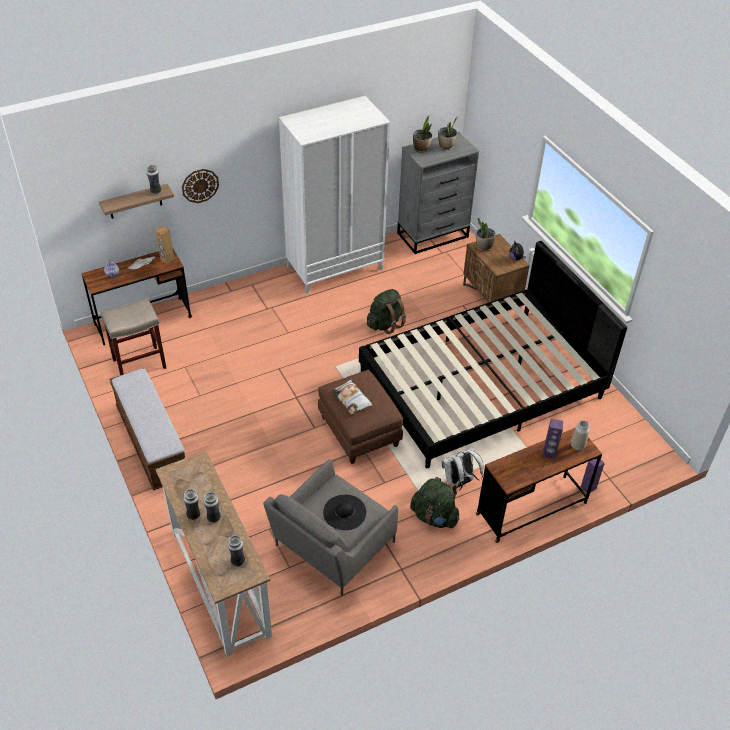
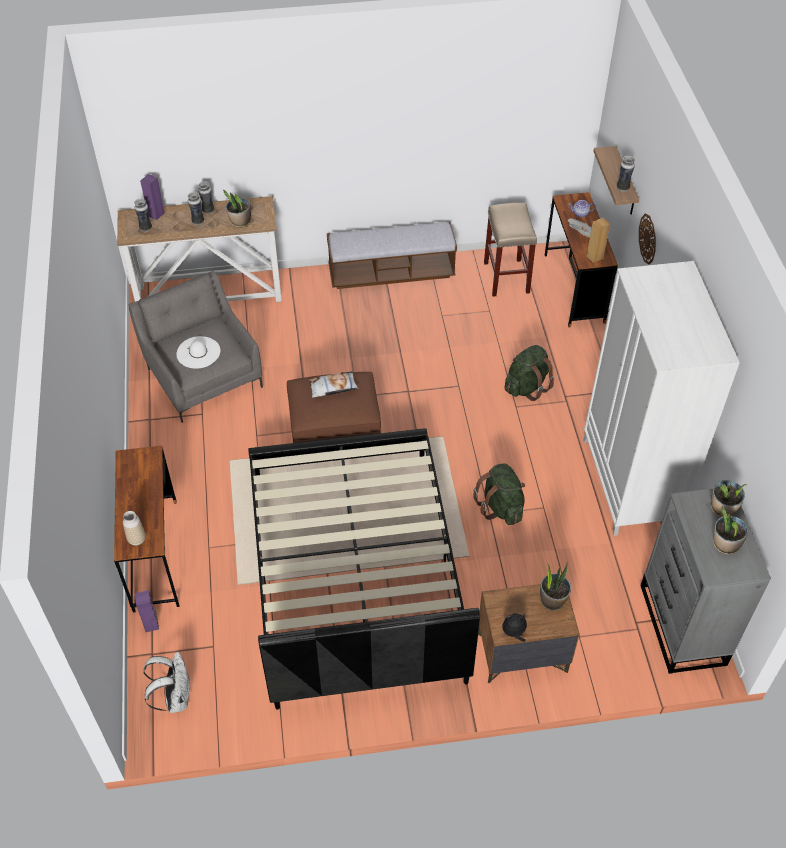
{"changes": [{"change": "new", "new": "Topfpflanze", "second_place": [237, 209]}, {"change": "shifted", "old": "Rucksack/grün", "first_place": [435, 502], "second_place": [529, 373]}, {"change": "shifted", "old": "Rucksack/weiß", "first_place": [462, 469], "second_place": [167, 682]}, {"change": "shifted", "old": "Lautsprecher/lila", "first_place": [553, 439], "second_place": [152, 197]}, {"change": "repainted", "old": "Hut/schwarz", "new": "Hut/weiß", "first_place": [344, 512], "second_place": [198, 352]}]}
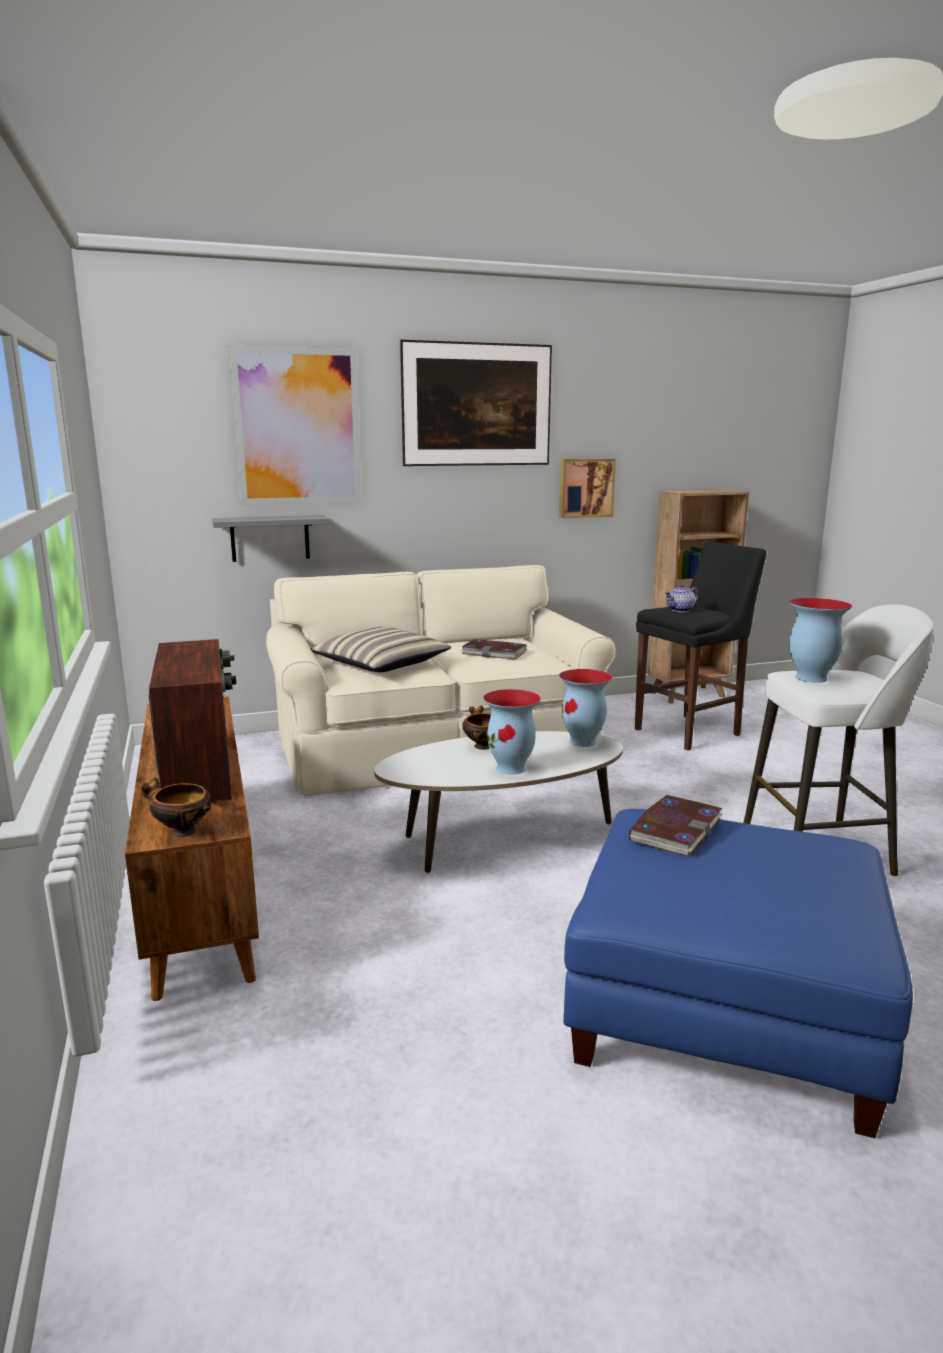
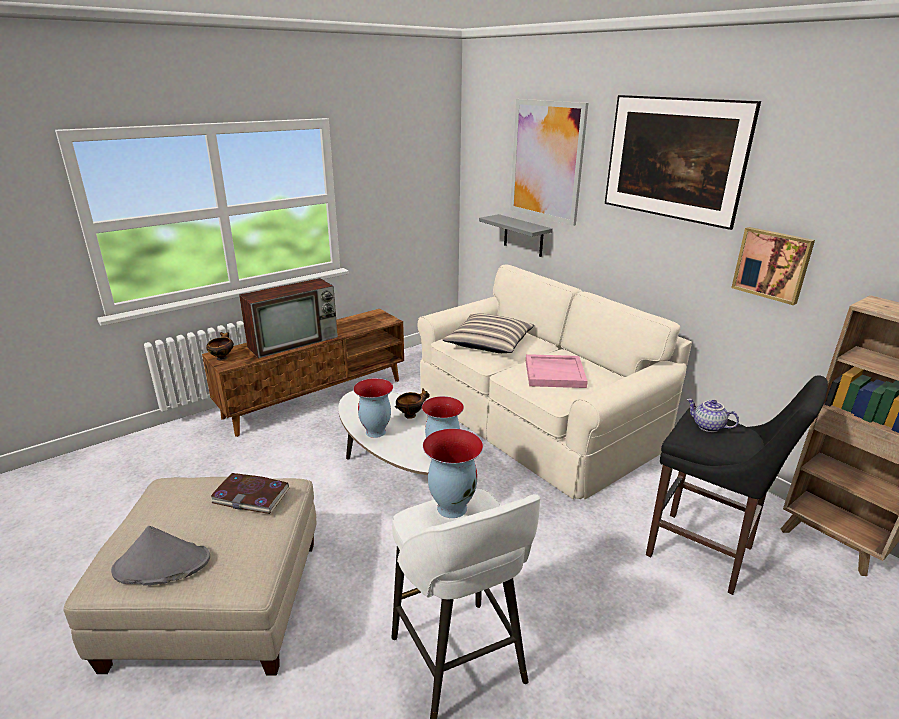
{"changes": [{"change": "new", "new": "Hut/grau", "second_place": [160, 555]}, {"change": "swapped", "old": "Buch", "new": "Tablett/rosa", "first_place": [494, 649], "second_place": [557, 371]}, {"change": "repainted", "old": "Polsterhocker/blau", "new": "Polsterhocker/beige", "first_place": [738, 973], "second_place": [190, 576]}]}
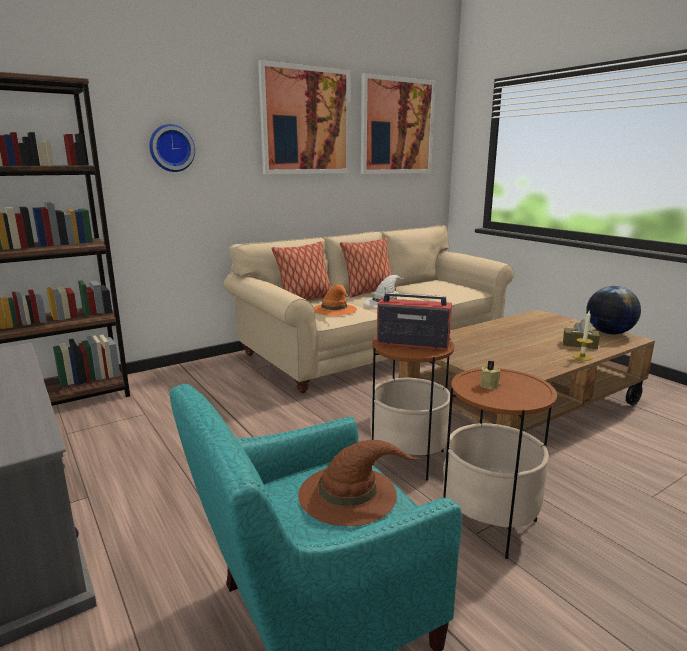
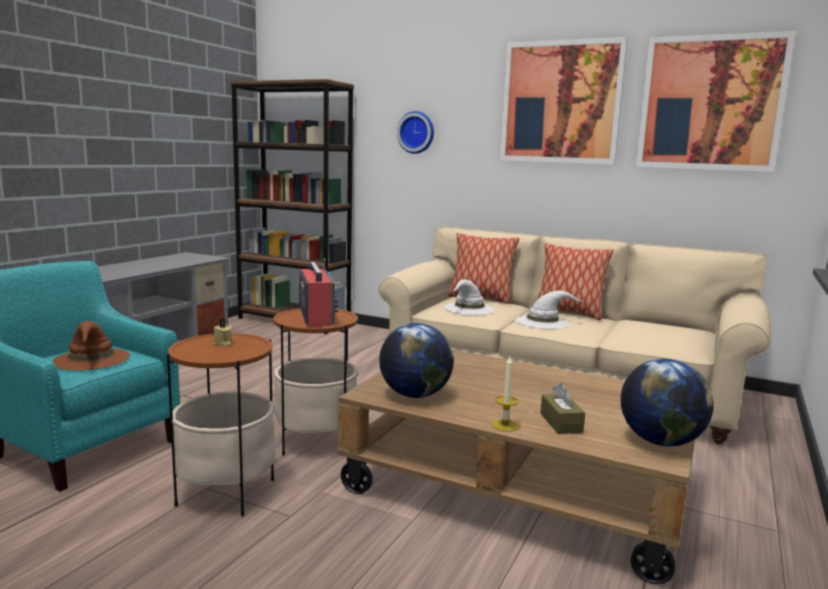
{"changes": [{"change": "new", "new": "Globus", "second_place": [416, 360]}, {"change": "repainted", "old": "Hut/orange", "new": "Hut/weiß", "first_place": [335, 300], "second_place": [469, 297]}]}
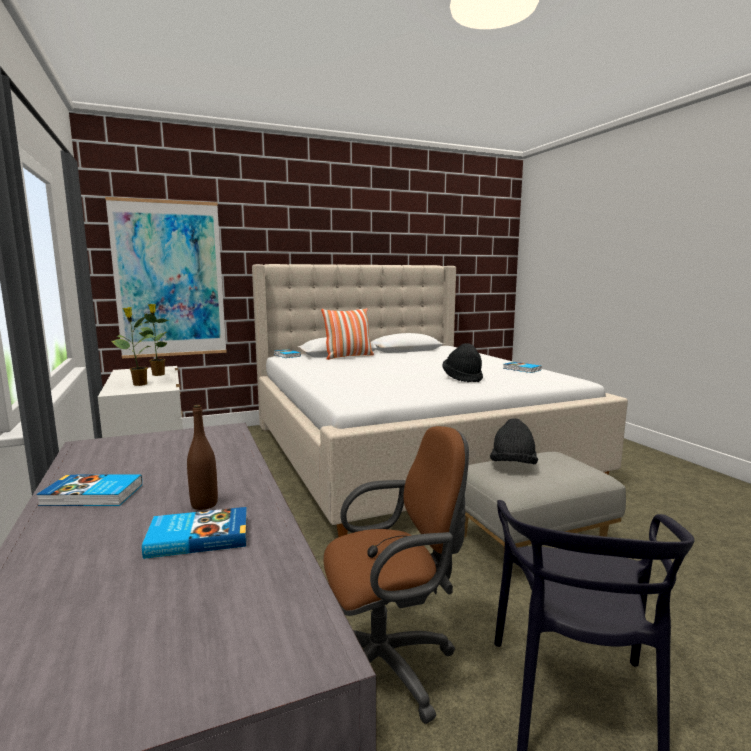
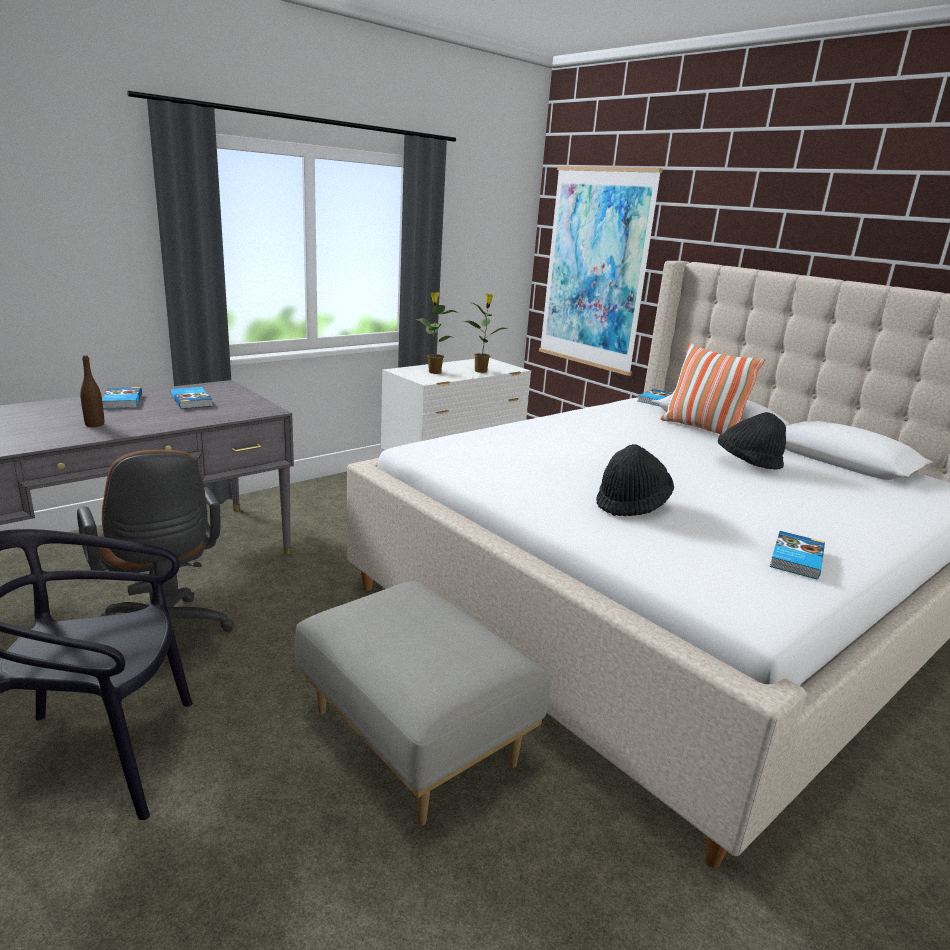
{"changes": [{"change": "shifted", "old": "Buch", "first_place": [194, 533], "second_place": [191, 398]}, {"change": "shifted", "old": "Hut/schwarz", "first_place": [514, 441], "second_place": [752, 441]}]}
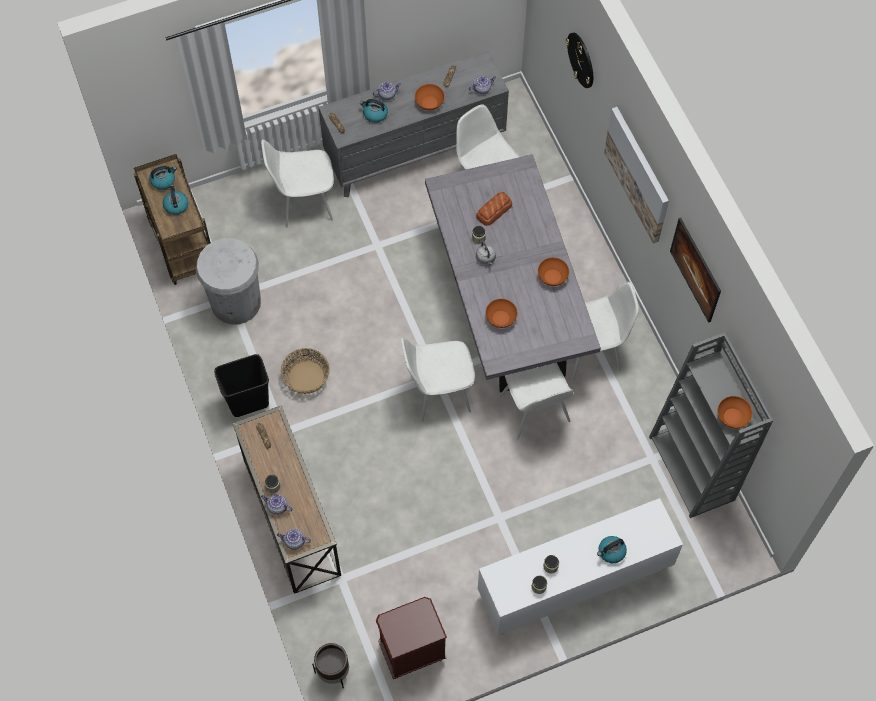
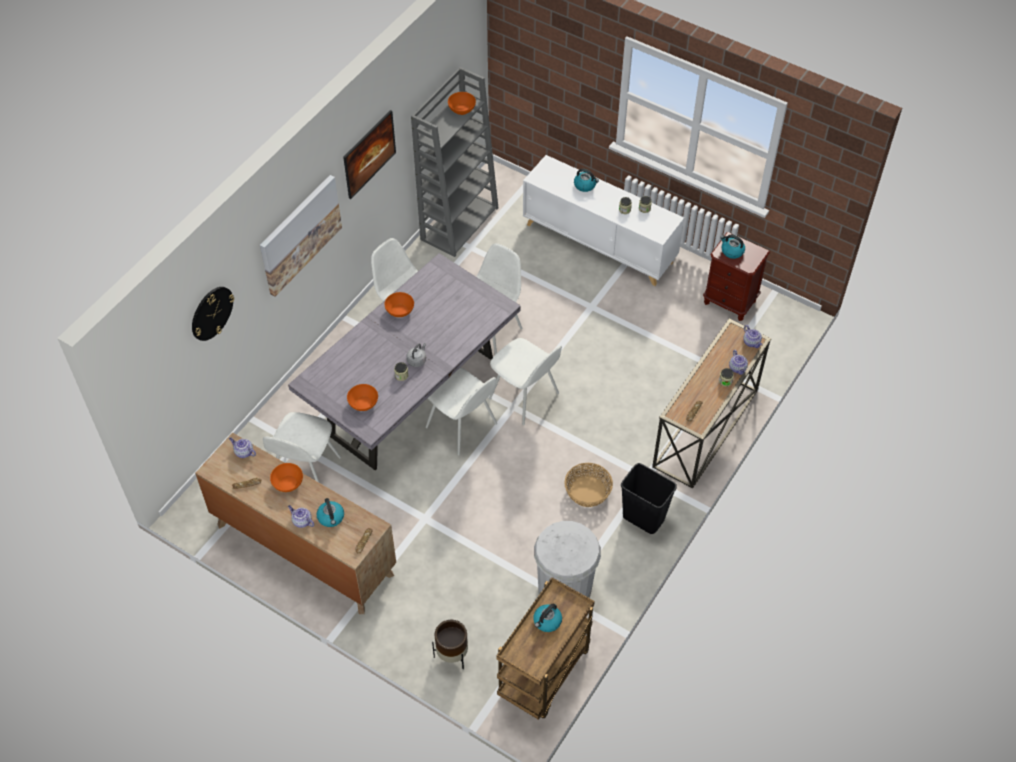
{"changes": [{"change": "gone", "old": "Brot", "first_place": [494, 209]}, {"change": "shifted", "old": "Wasserkessel", "first_place": [163, 178], "second_place": [732, 247]}, {"change": "shifted", "old": "Stuhl/weiß", "first_place": [297, 183], "second_place": [461, 411]}, {"change": "shifted", "old": "Pflanzkübel/braun", "first_place": [330, 665], "second_place": [450, 644]}, {"change": "shifted", "old": "Schüssel/orange", "first_place": [501, 313], "second_place": [362, 397]}, {"change": "repainted", "old": "Kommode/grau", "new": "Kommode/braun", "first_place": [414, 124], "second_place": [295, 523]}]}
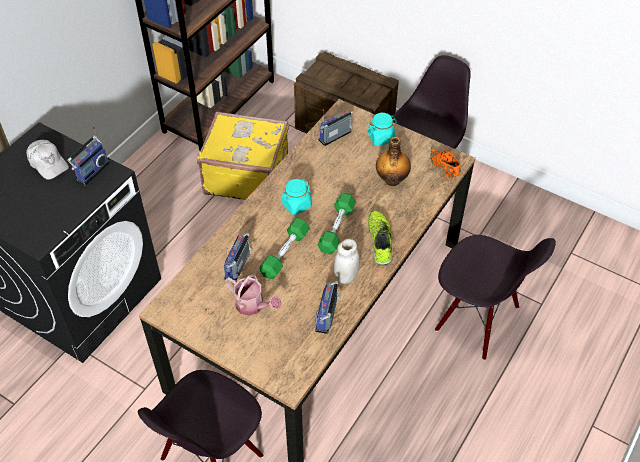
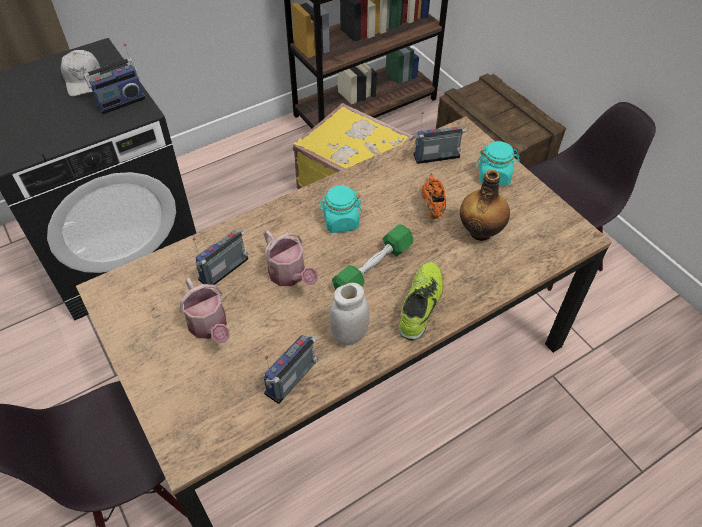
{"changes": [{"change": "gone", "old": "Stuhl/schwarz", "first_place": [495, 297]}, {"change": "shifted", "old": "Schuh/orange", "first_place": [446, 162], "second_place": [434, 196]}, {"change": "swapped", "old": "Hantel/grün", "new": "Gießkanne", "first_place": [284, 248], "second_place": [291, 258]}]}
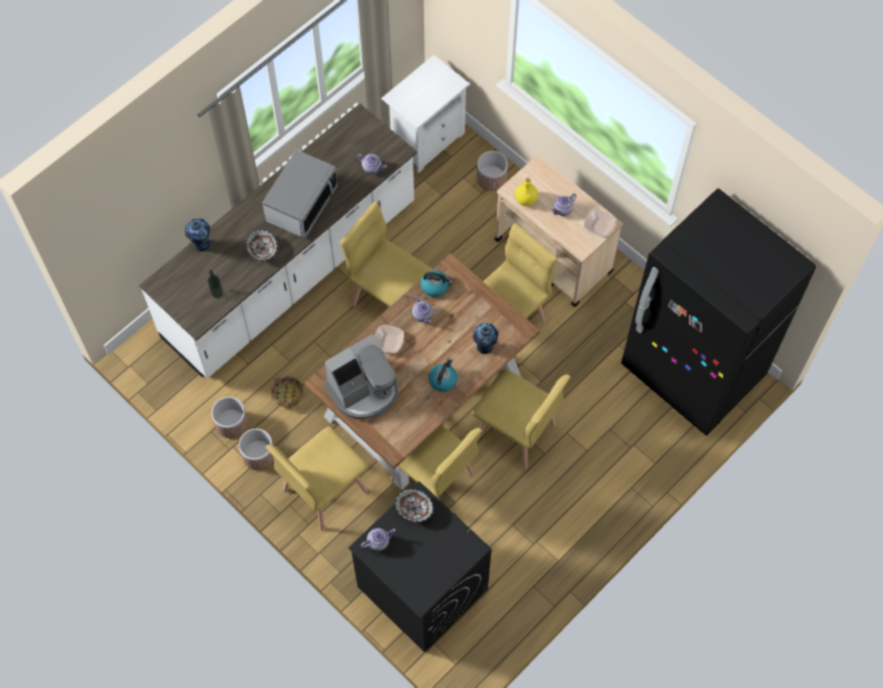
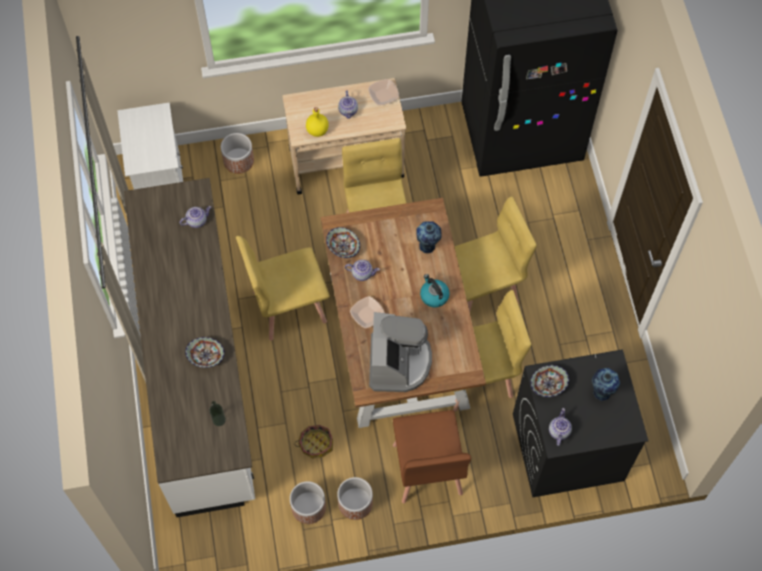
{"changes": [{"change": "gone", "old": "Mikrowelle", "first_place": [300, 194]}, {"change": "shifted", "old": "Vase", "first_place": [197, 235], "second_place": [606, 384]}, {"change": "swapped", "old": "Wasserkessel", "new": "Schüssel", "first_place": [437, 283], "second_place": [343, 242]}, {"change": "repainted", "old": "Stuhl/gelb", "new": "Stuhl/braun", "first_place": [317, 478], "second_place": [432, 457]}]}
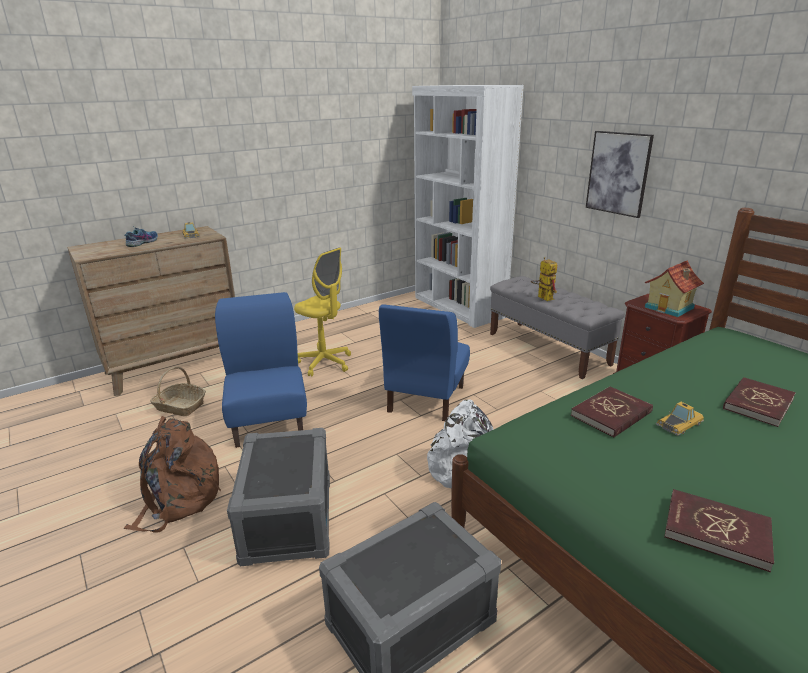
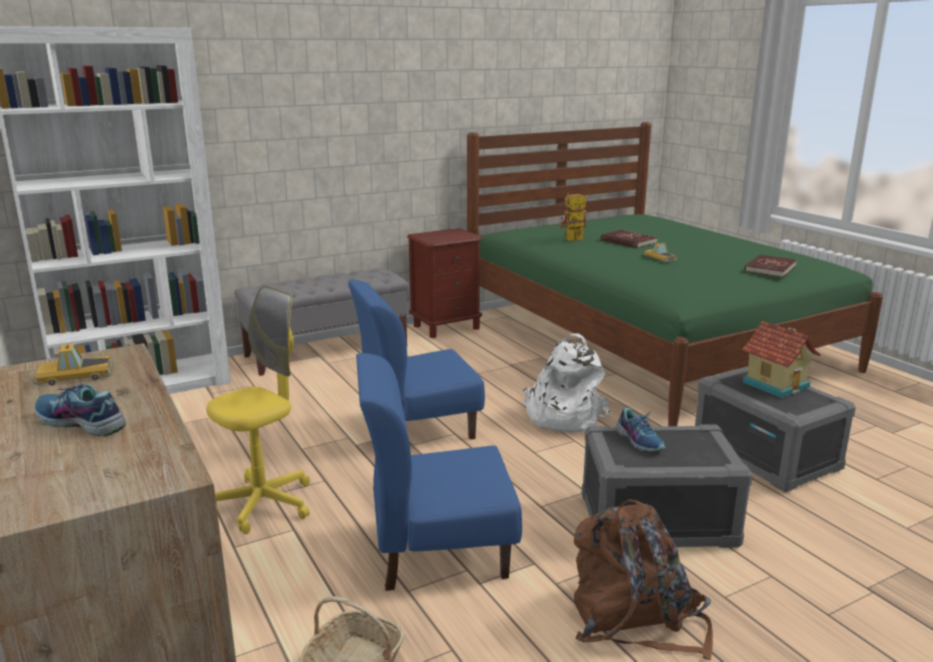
{"changes": [{"change": "gone", "old": "Buch/rot", "first_place": [612, 412]}, {"change": "gone", "old": "Bild", "first_place": [620, 174]}, {"change": "new", "new": "Schuh", "second_place": [640, 430]}, {"change": "shifted", "old": "Spielzeugroboter", "first_place": [544, 279], "second_place": [572, 217]}, {"change": "shifted", "old": "Spielzeughaus", "first_place": [674, 288], "second_place": [781, 359]}, {"change": "rotated", "old": "Stuhl/blau", "first_place": [424, 362], "second_place": [416, 360], "degrees": 135}]}
